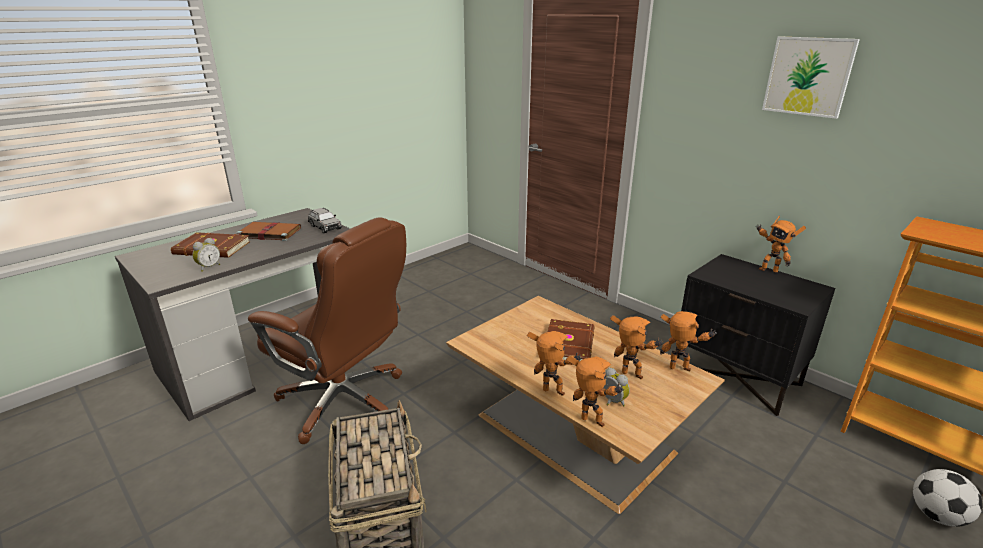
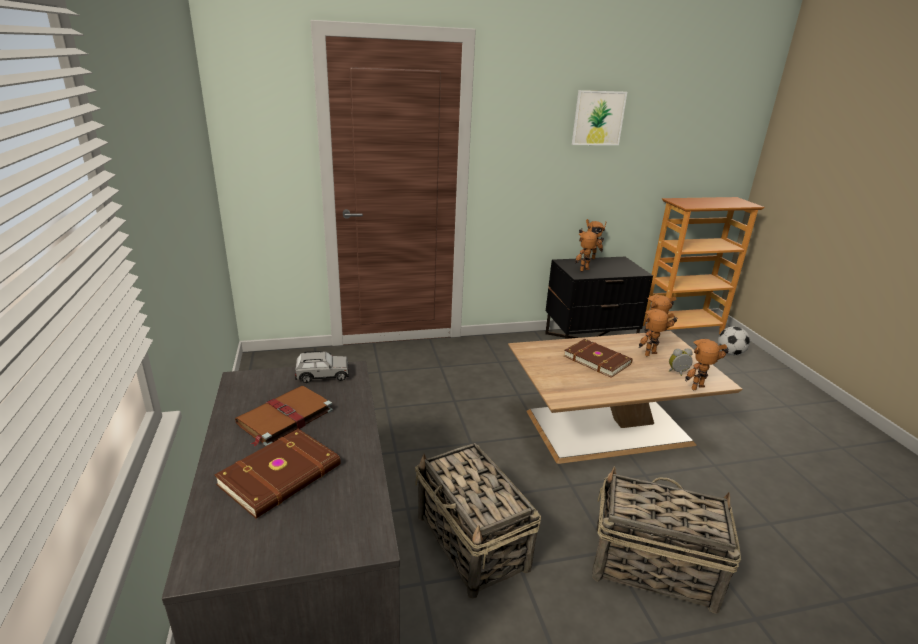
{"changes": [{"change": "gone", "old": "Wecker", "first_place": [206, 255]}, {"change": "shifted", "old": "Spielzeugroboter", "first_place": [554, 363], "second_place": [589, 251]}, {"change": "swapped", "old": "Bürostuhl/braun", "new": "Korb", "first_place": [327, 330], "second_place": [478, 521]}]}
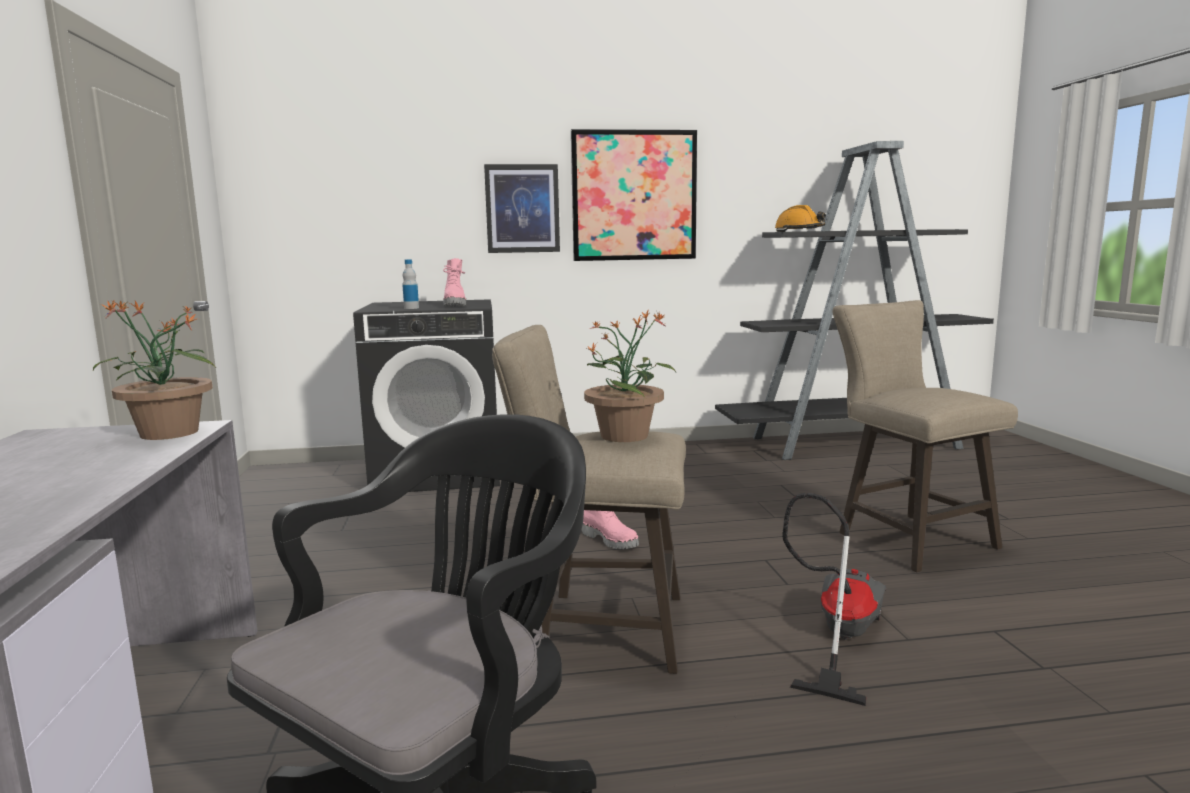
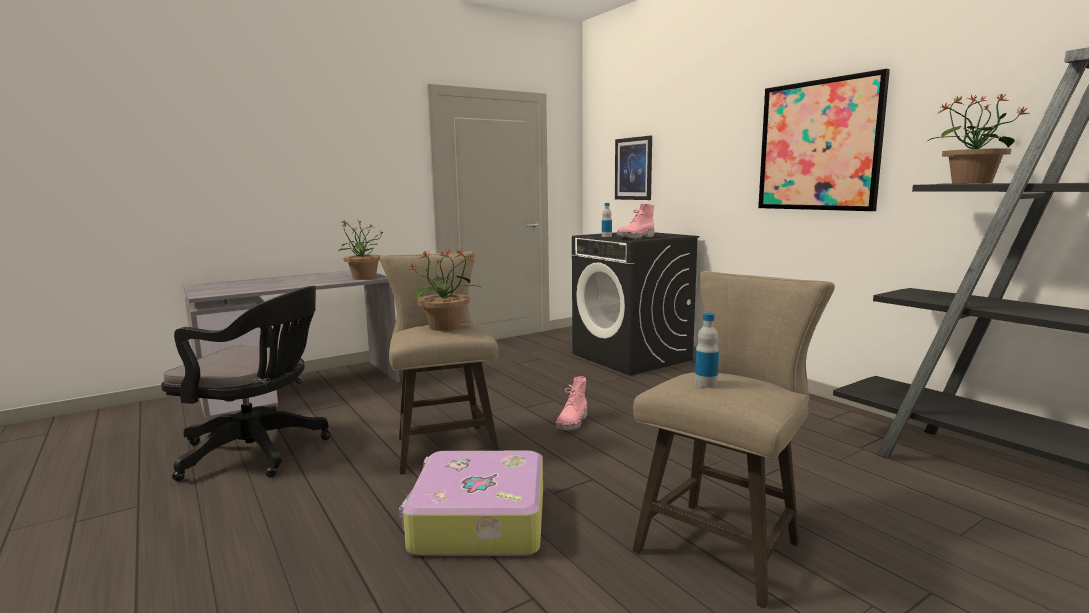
{"changes": [{"change": "new", "new": "Flasche", "second_place": [707, 350]}, {"change": "shifted", "old": "Bild", "first_place": [522, 208], "second_place": [633, 168]}, {"change": "swapped", "old": "Schutzhelm/orange", "new": "Topfpflanze", "first_place": [800, 218], "second_place": [979, 138]}, {"change": "swapped", "old": "Staubsauger", "new": "Koffer", "first_place": [834, 599], "second_place": [471, 503]}]}
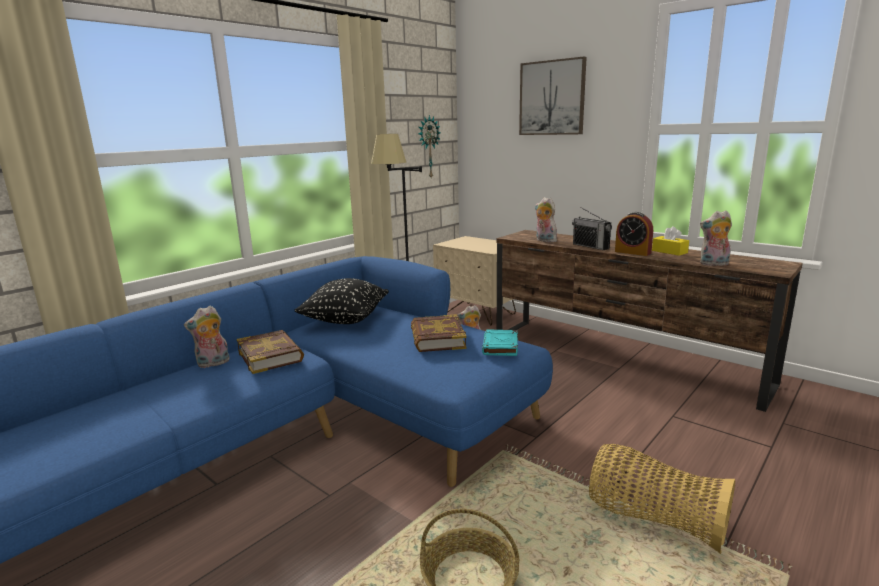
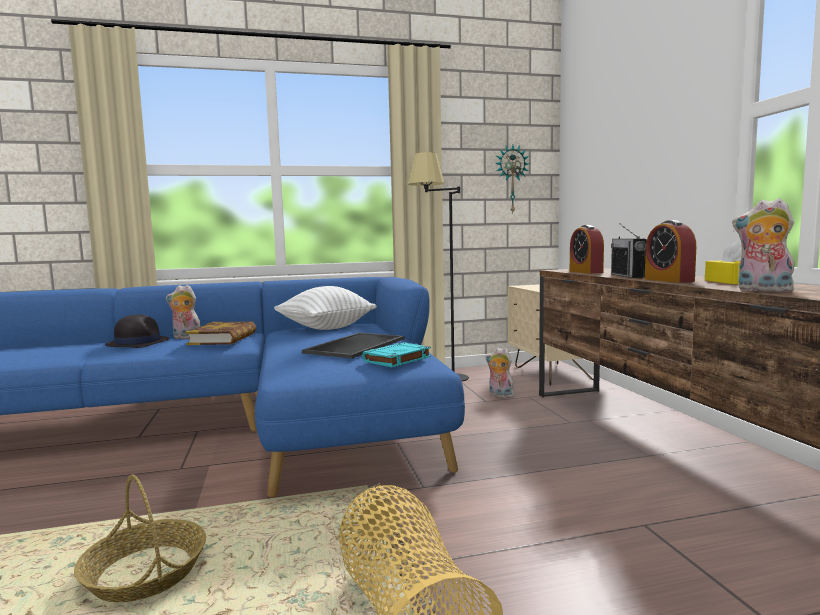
{"changes": [{"change": "gone", "old": "Bild", "first_place": [553, 96]}, {"change": "new", "new": "Hut/schwarz", "second_place": [137, 331]}, {"change": "swapped", "old": "Buch", "new": "Tablett", "first_place": [438, 333], "second_place": [353, 346]}, {"change": "swapped", "old": "Plüschtier", "new": "Wecker", "first_place": [546, 220], "second_place": [587, 249]}, {"change": "repainted", "old": "Kissen/schwarz", "new": "Kissen/weiß", "first_place": [341, 301], "second_place": [325, 308]}]}
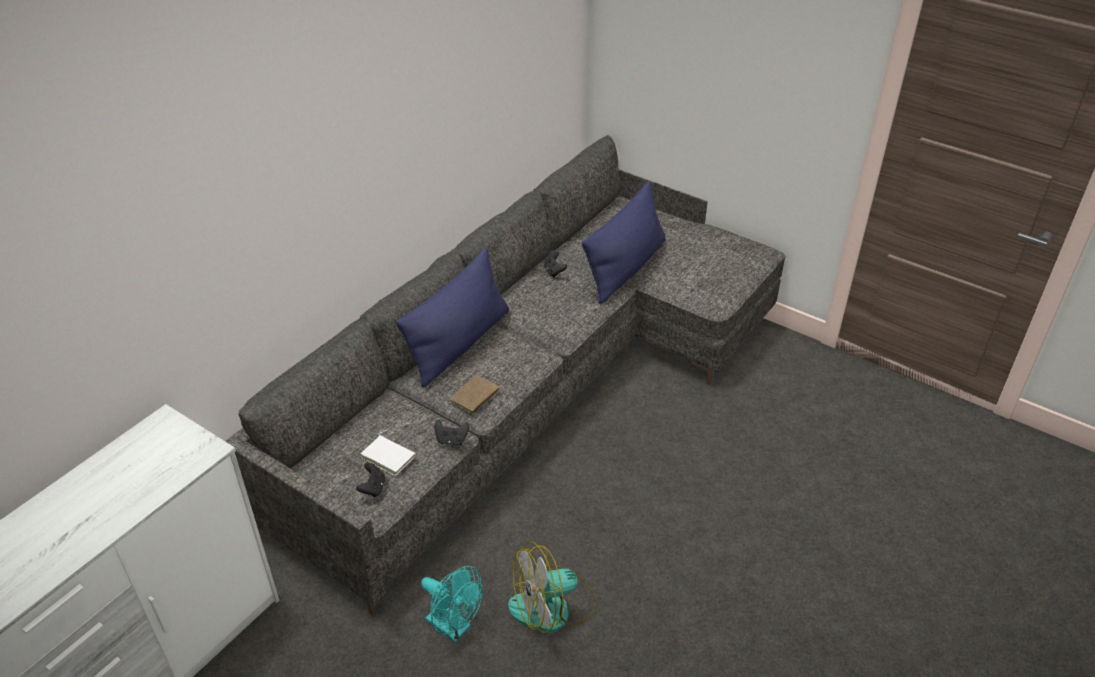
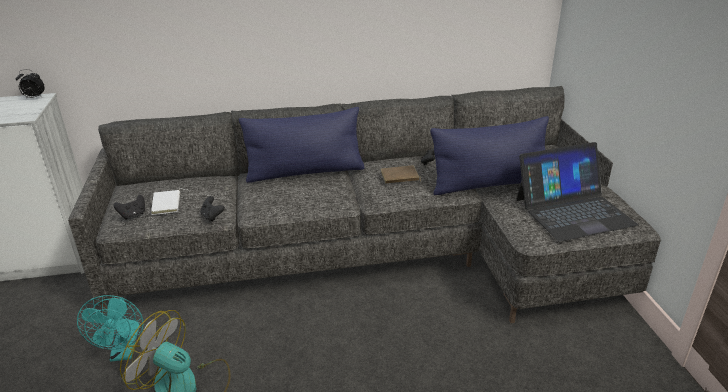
{"changes": [{"change": "new", "new": "Wecker", "second_place": [30, 84]}, {"change": "new", "new": "Laptop", "second_place": [577, 192]}, {"change": "shifted", "old": "Buch/braun", "first_place": [478, 394], "second_place": [401, 174]}]}
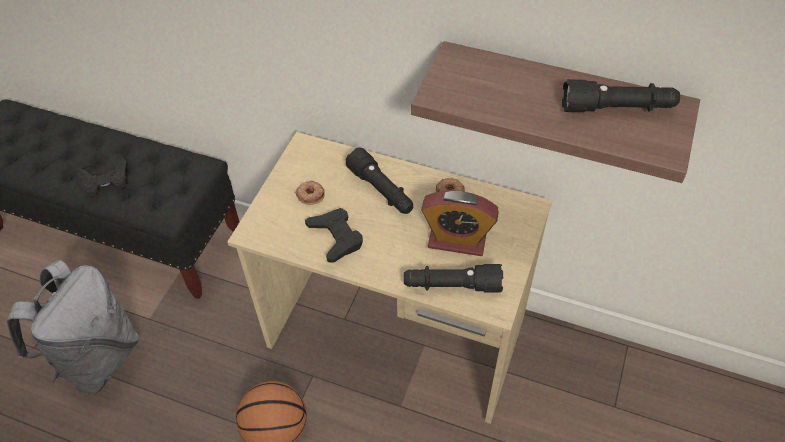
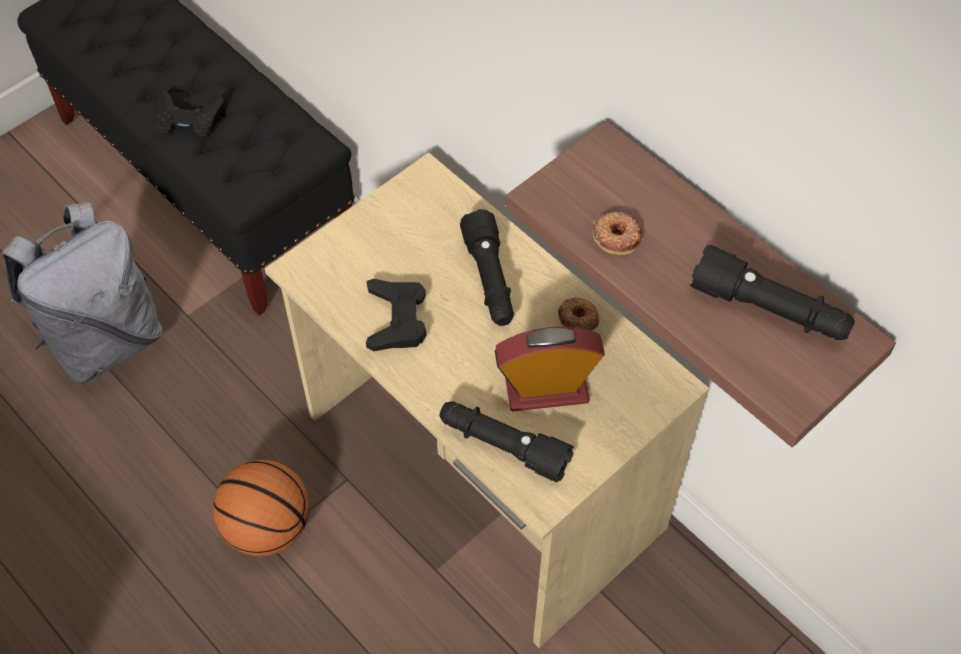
{"changes": [{"change": "shifted", "old": "Donut", "first_place": [310, 193], "second_place": [617, 233]}, {"change": "rotated", "old": "Wecker", "first_place": [460, 223], "second_place": [550, 369], "degrees": 135}]}
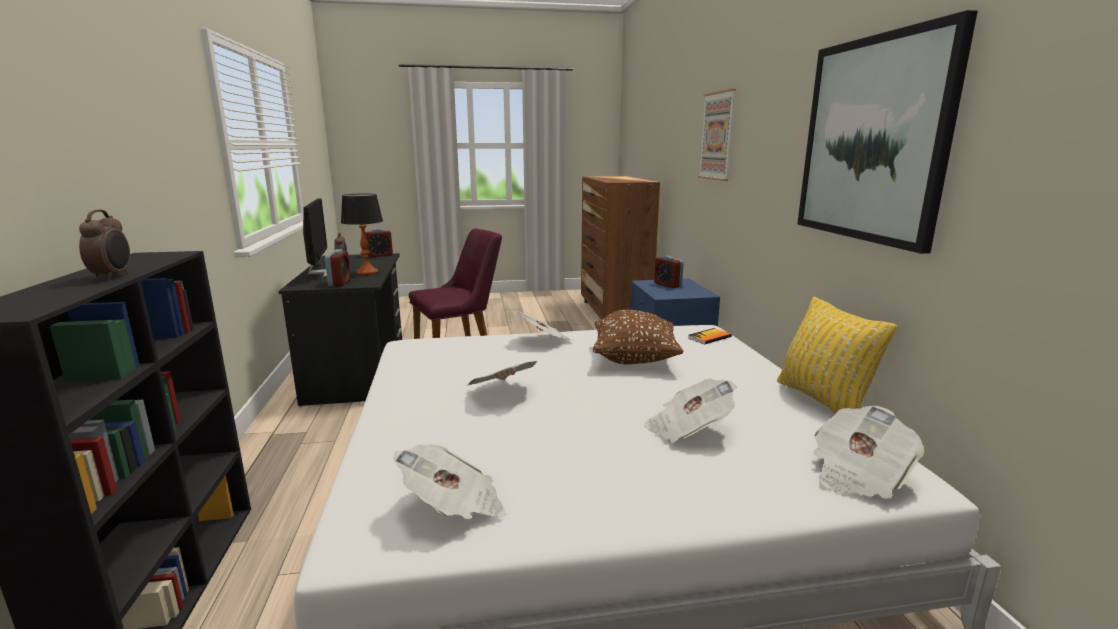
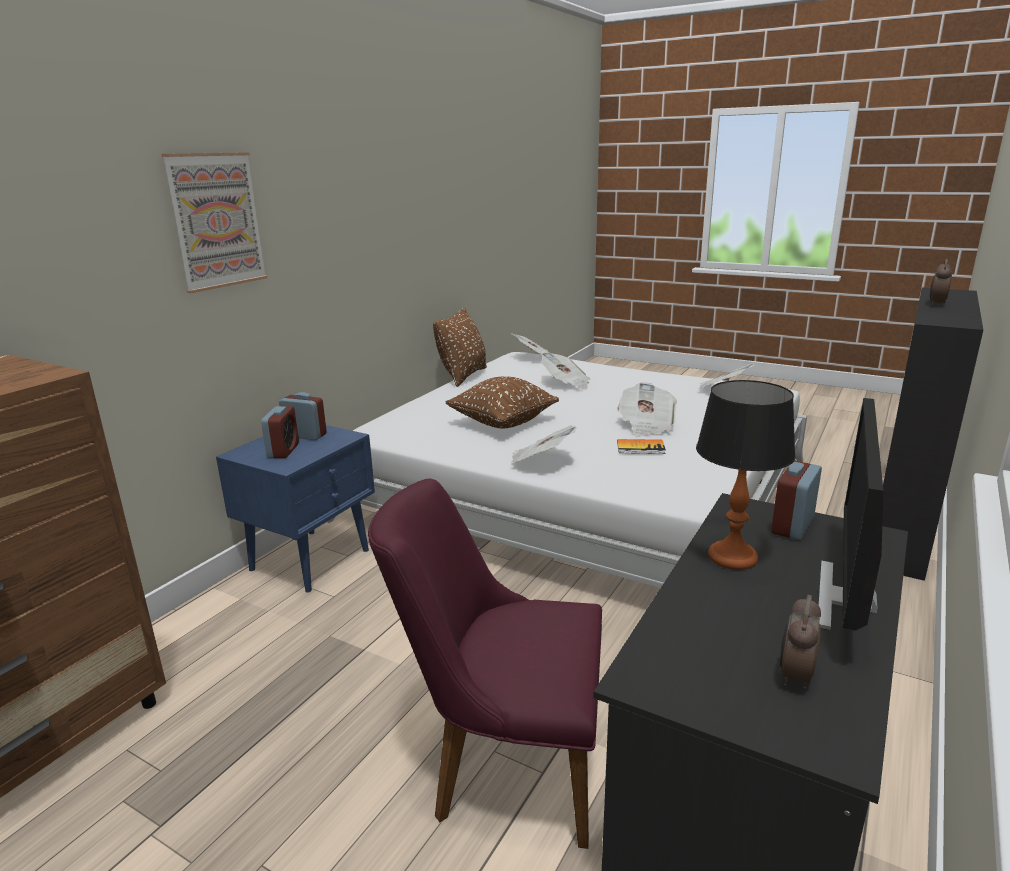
{"changes": [{"change": "gone", "old": "Bild", "first_place": [887, 132]}, {"change": "shifted", "old": "Wecker", "first_place": [379, 242], "second_place": [303, 416]}, {"change": "shifted", "old": "Buch", "first_place": [710, 336], "second_place": [641, 446]}, {"change": "repainted", "old": "Kissen/gelb", "new": "Kissen/braun", "first_place": [837, 355], "second_place": [460, 347]}]}
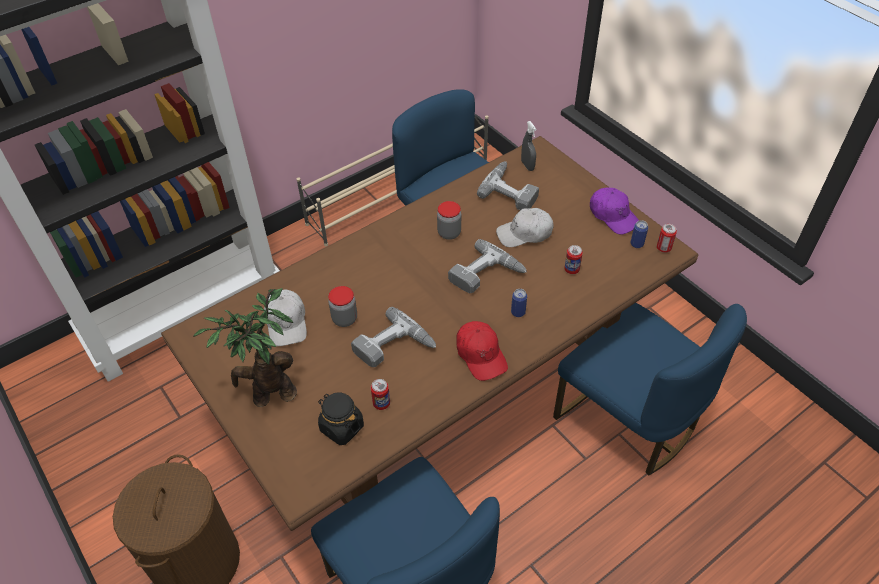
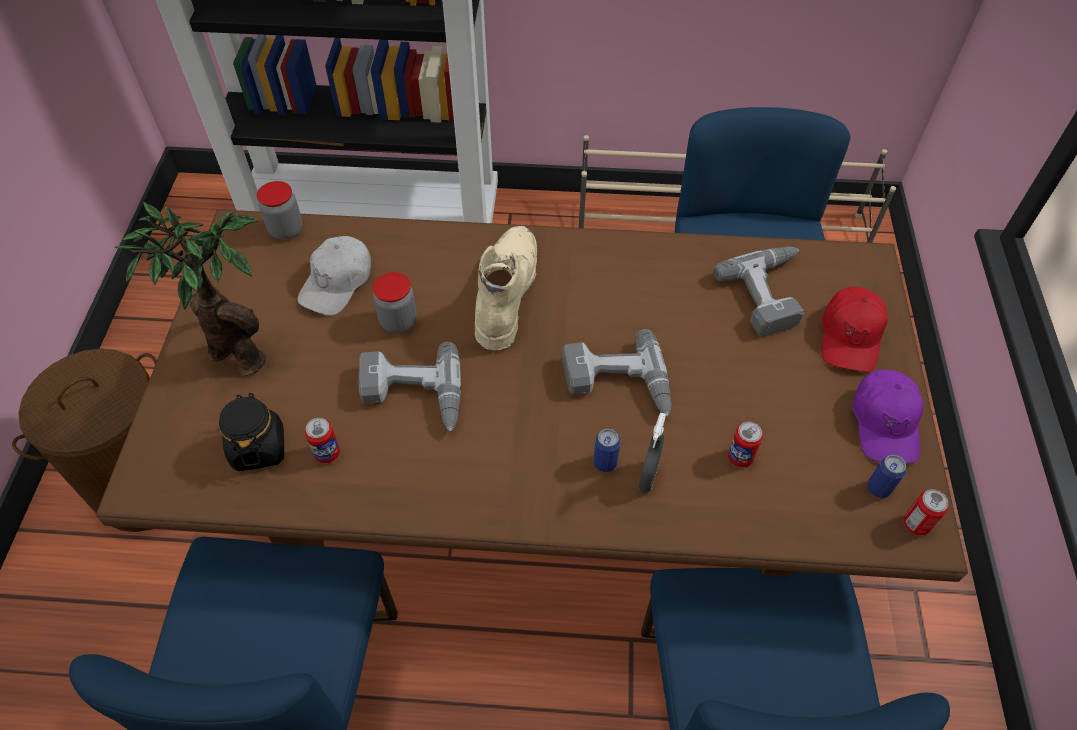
{"changes": [{"change": "gone", "old": "Kappe/weiß", "first_place": [525, 227]}, {"change": "new", "new": "Stiefel/beige", "second_place": [505, 288]}, {"change": "shifted", "old": "Vorratsglas", "first_place": [449, 220], "second_place": [280, 210]}, {"change": "shifted", "old": "Kappe/rot", "first_place": [482, 351], "second_place": [854, 329]}, {"change": "shifted", "old": "Sprühflasche/grau", "first_place": [528, 146], "second_place": [652, 452]}]}
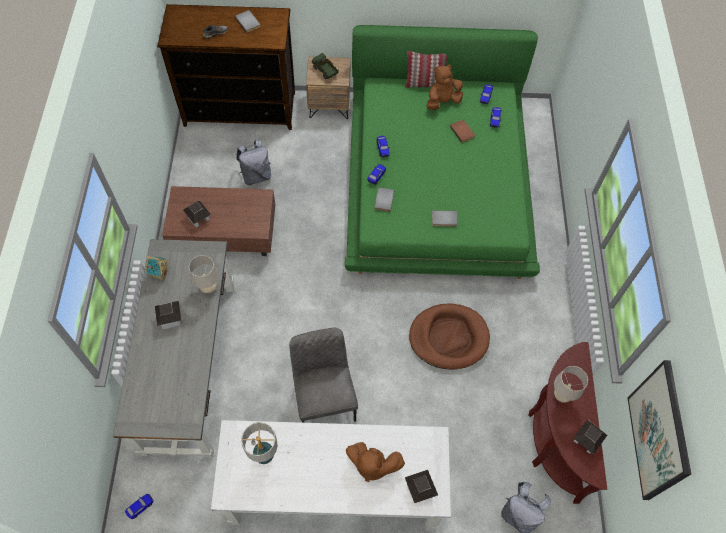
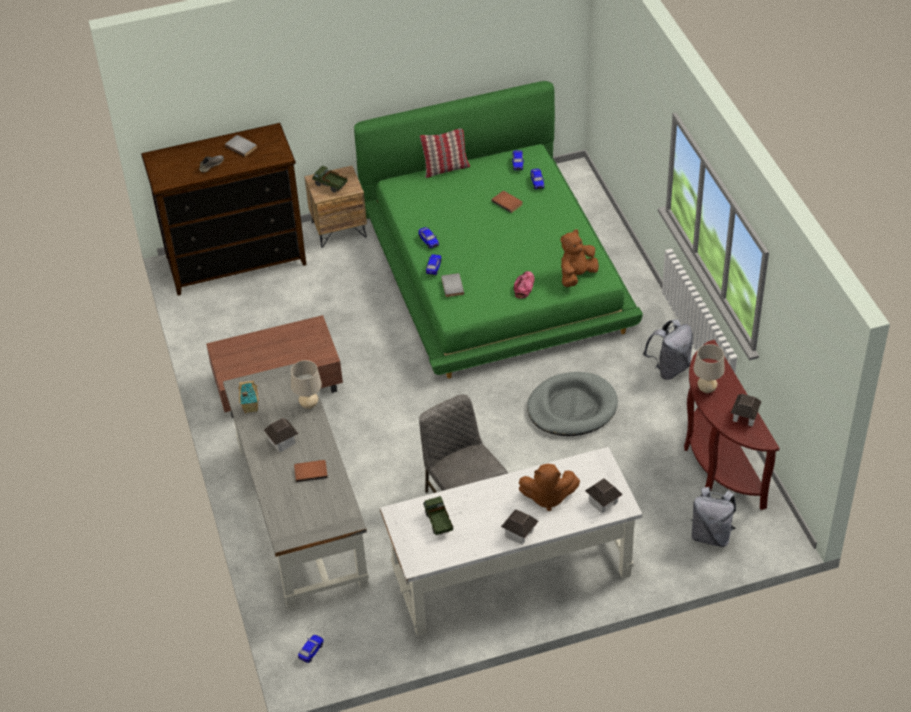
{"changes": [{"change": "gone", "old": "Bild", "first_place": [659, 430]}, {"change": "new", "new": "Buch/braun", "second_place": [311, 471]}, {"change": "shifted", "old": "Spielzeughaus", "first_place": [197, 214], "second_place": [520, 527]}, {"change": "shifted", "old": "Rucksack/grau", "first_place": [253, 162], "second_place": [668, 349]}, {"change": "shifted", "old": "Plüschtier/braun", "first_place": [445, 87], "second_place": [580, 258]}, {"change": "swapped", "old": "Tischlampe", "new": "Spielzeuglaster", "first_place": [259, 443], "second_place": [438, 515]}, {"change": "swapped", "old": "Buch/grau", "new": "Kappe", "first_place": [445, 218], "second_place": [524, 284]}, {"change": "repainted", "old": "Hundebett/braun", "new": "Hundebett/grau", "first_place": [449, 336], "second_place": [572, 404]}]}
